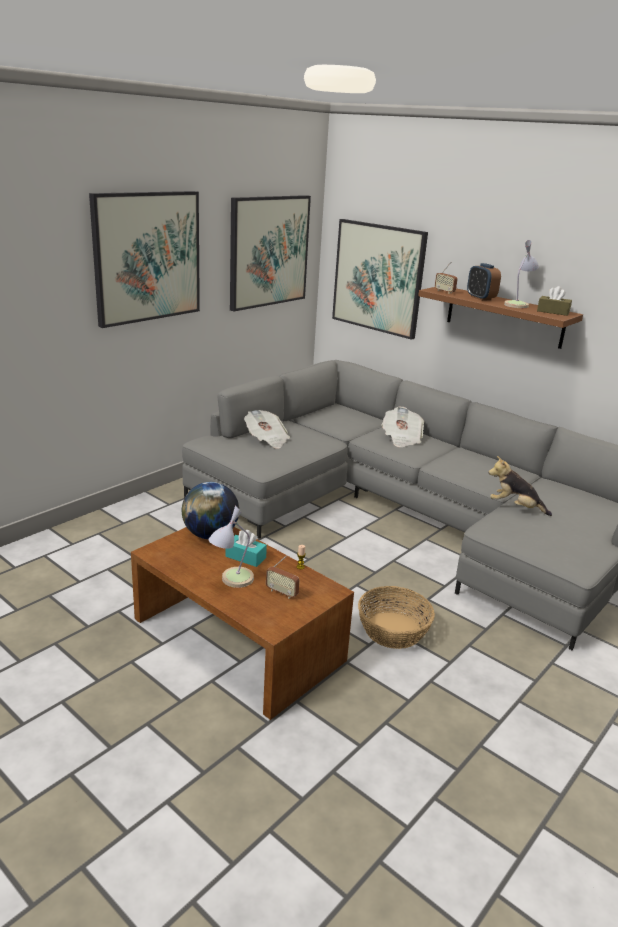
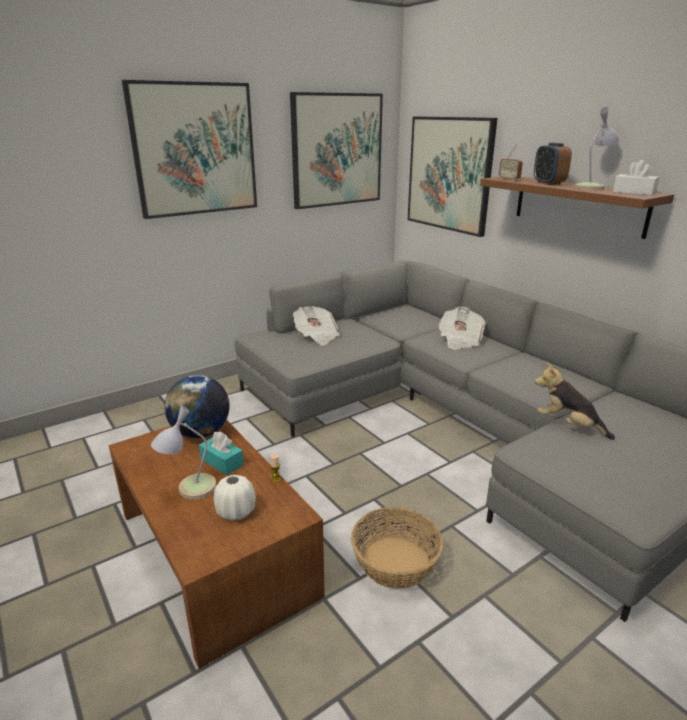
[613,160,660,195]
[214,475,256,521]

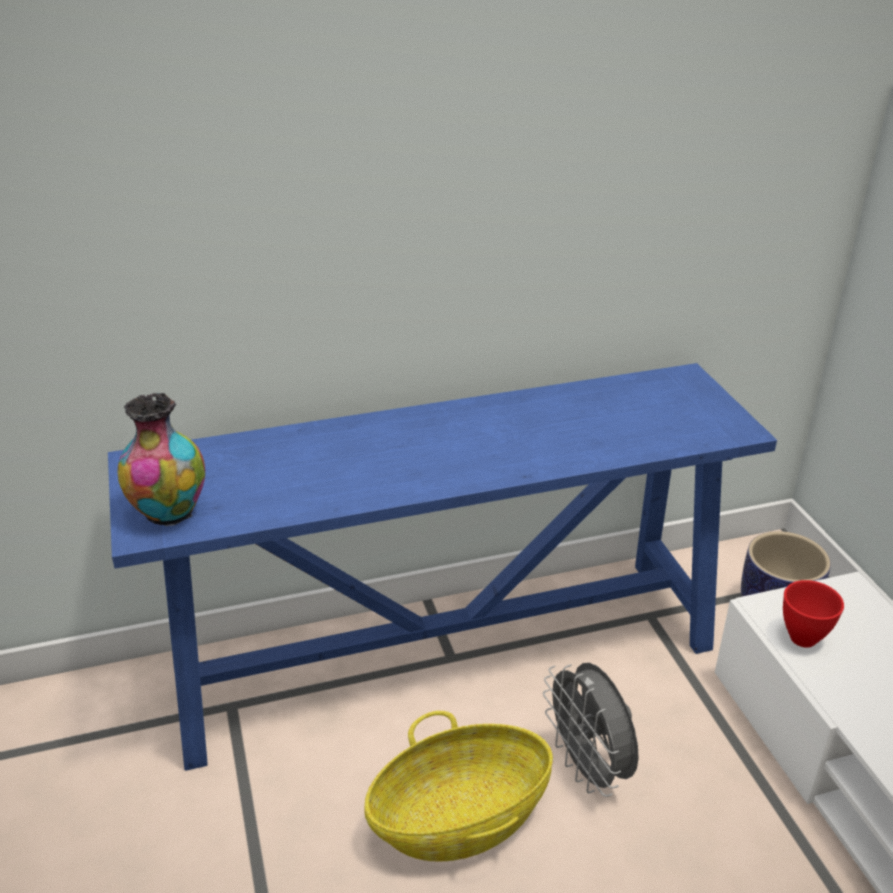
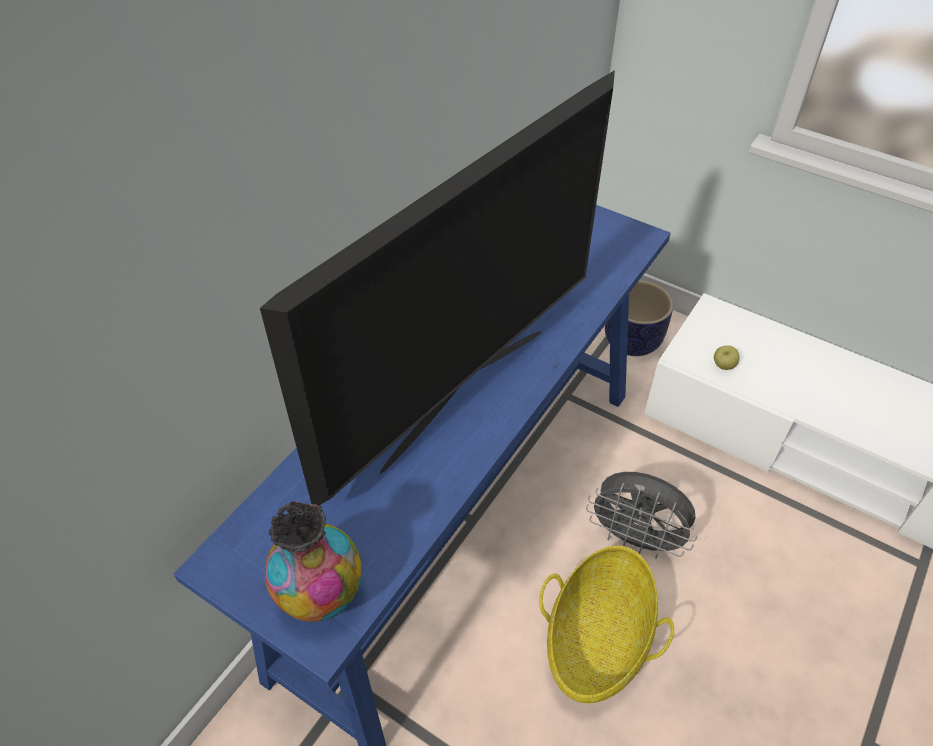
[714,346,739,370]
[260,70,615,505]

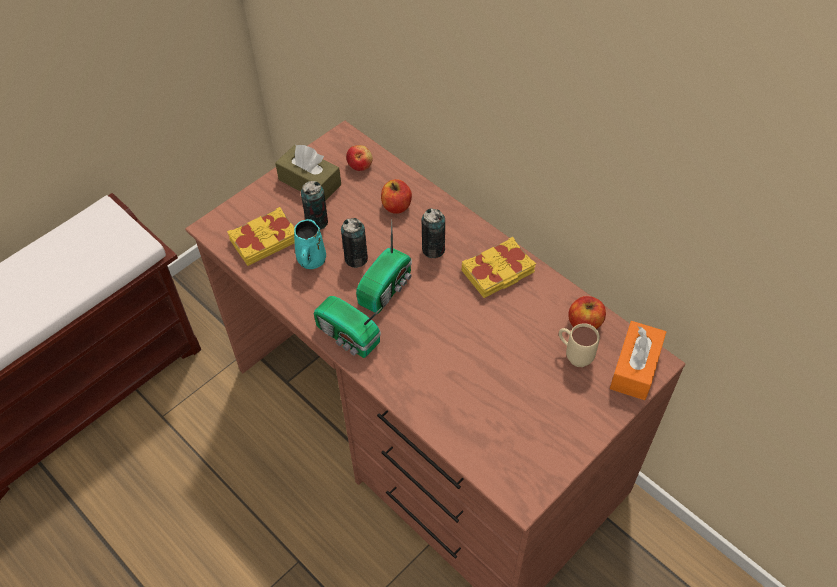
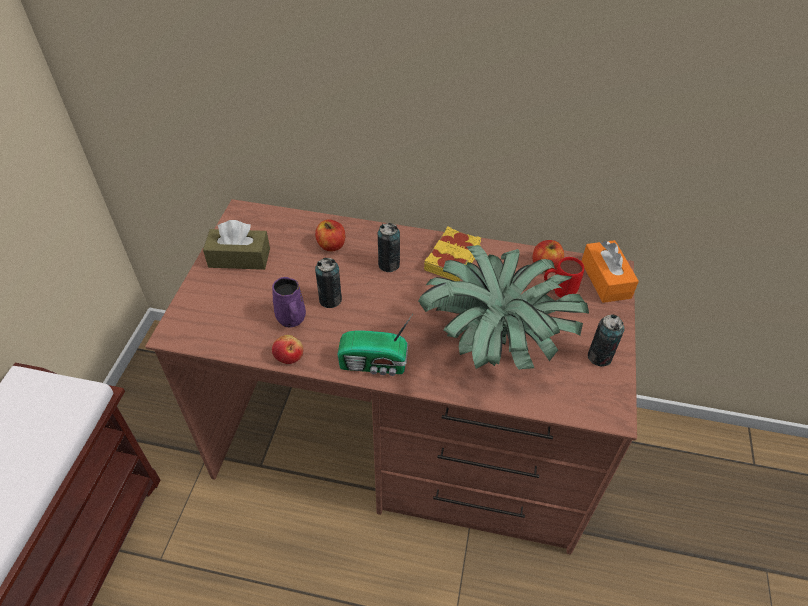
[272,335,303,364]
[588,314,625,367]
[227,207,295,266] (first image)
[272,277,306,328]
[356,219,412,314] (first image)
[544,257,584,298]
[418,245,589,370]

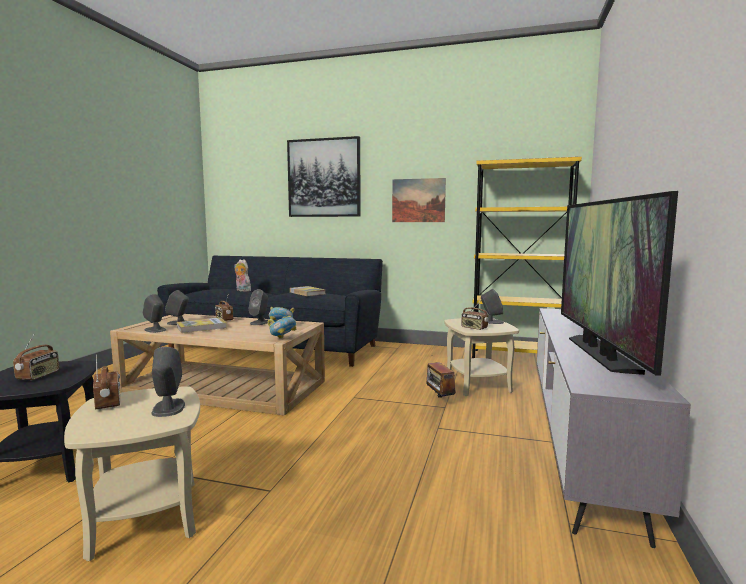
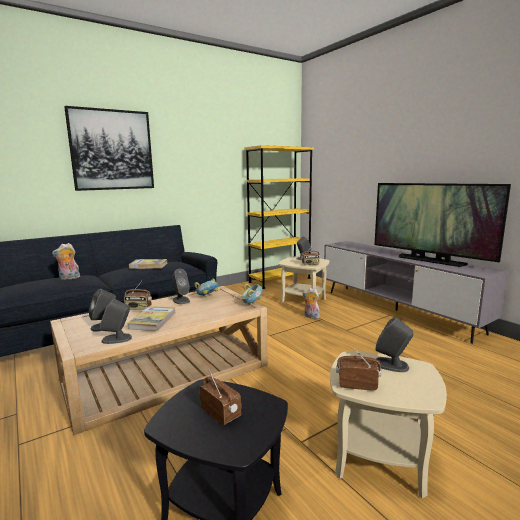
[392,178,446,222] (first image)
[302,288,320,319]

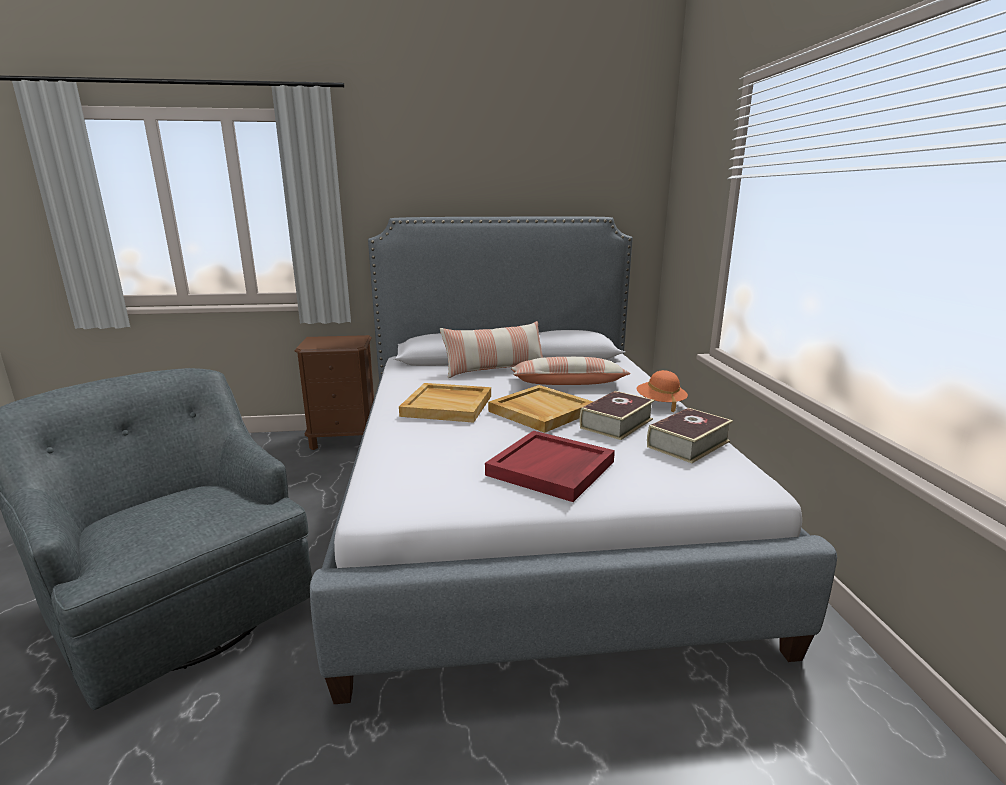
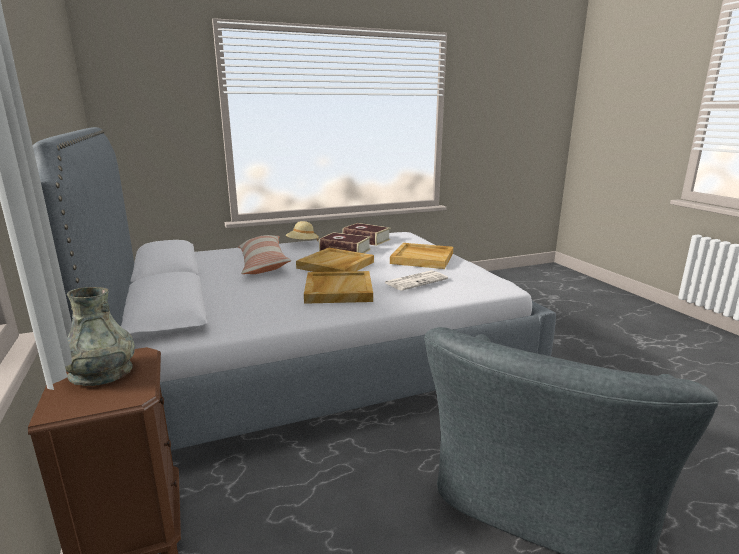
[440,321,543,378] (first image)
[286,221,319,241]
[390,243,453,269]
[385,270,448,291]
[65,287,135,386]

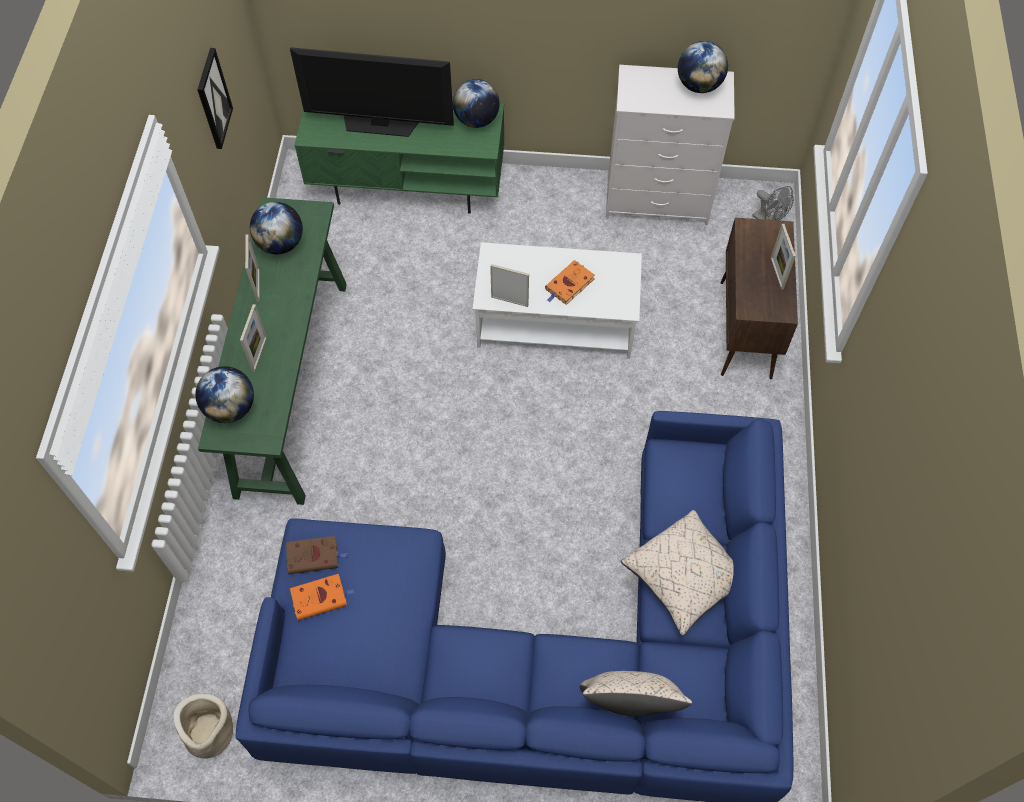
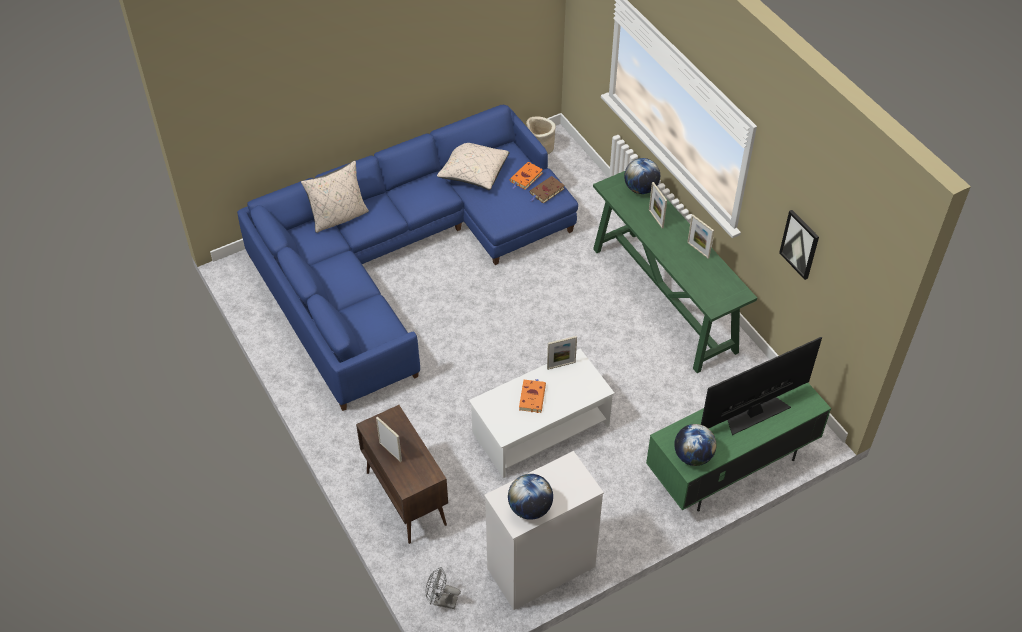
[250,202,303,254] (first image)
[437,143,510,190]

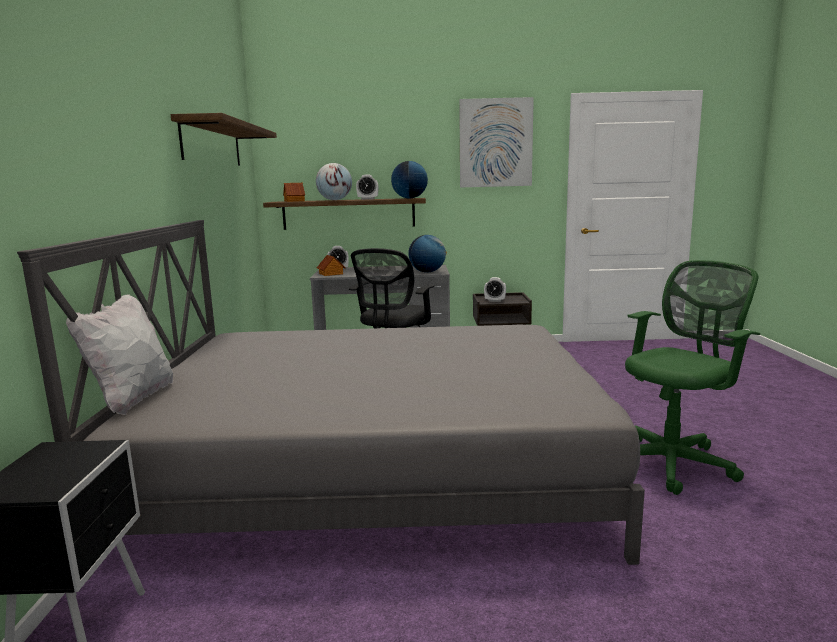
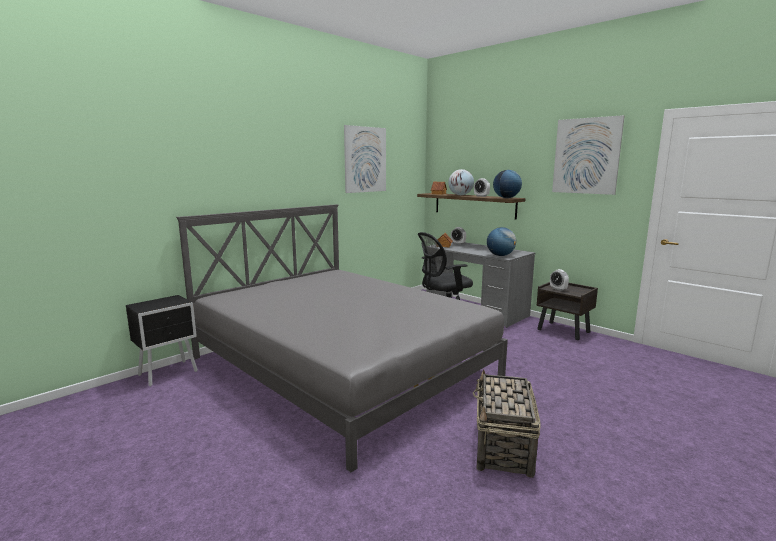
[344,125,386,193]
[473,369,541,478]
[66,294,173,415] (first image)

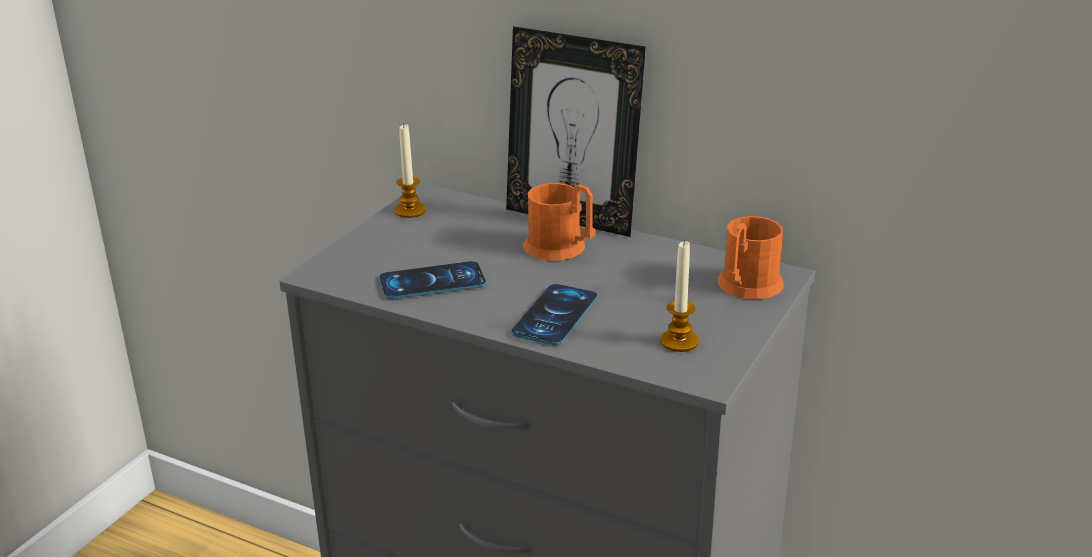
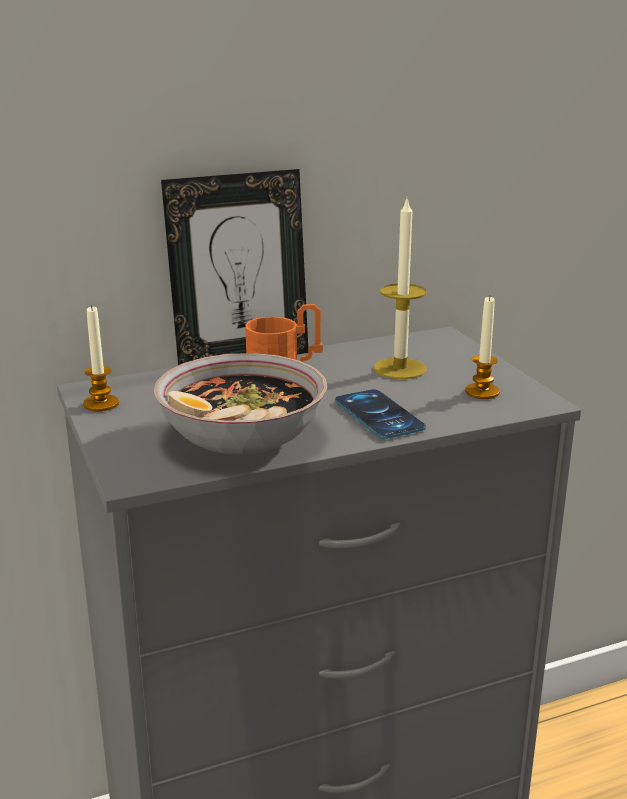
[717,216,784,299] (first image)
[153,353,328,455]
[374,196,427,379]

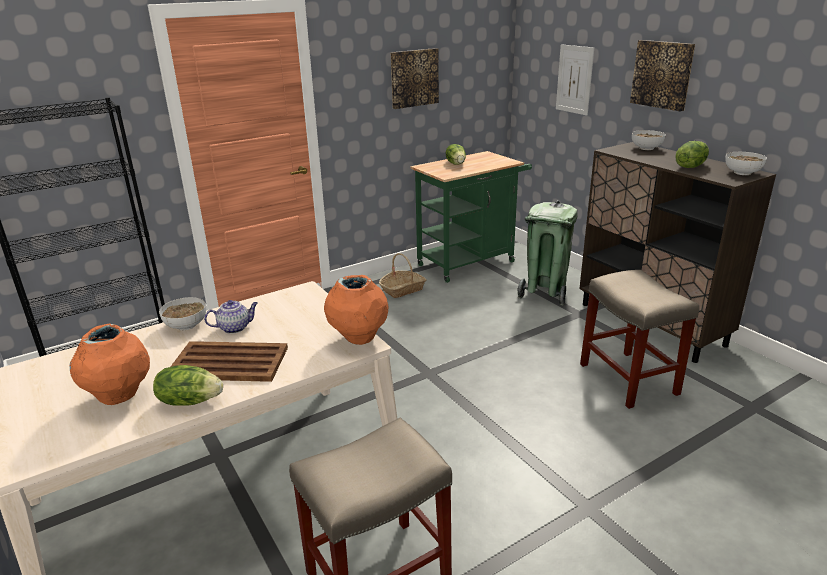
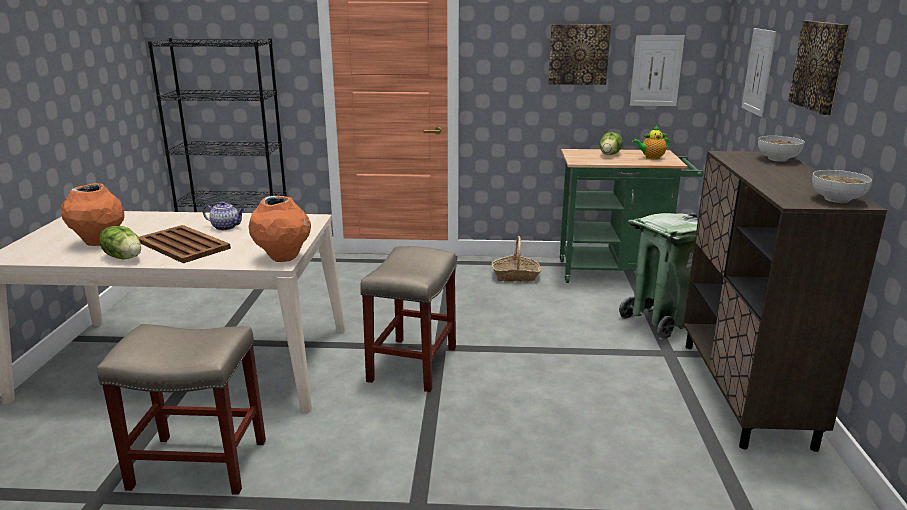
[675,141,709,168] (first image)
[360,246,457,392]
[159,297,206,330] (first image)
[630,35,685,106]
[632,126,670,160]

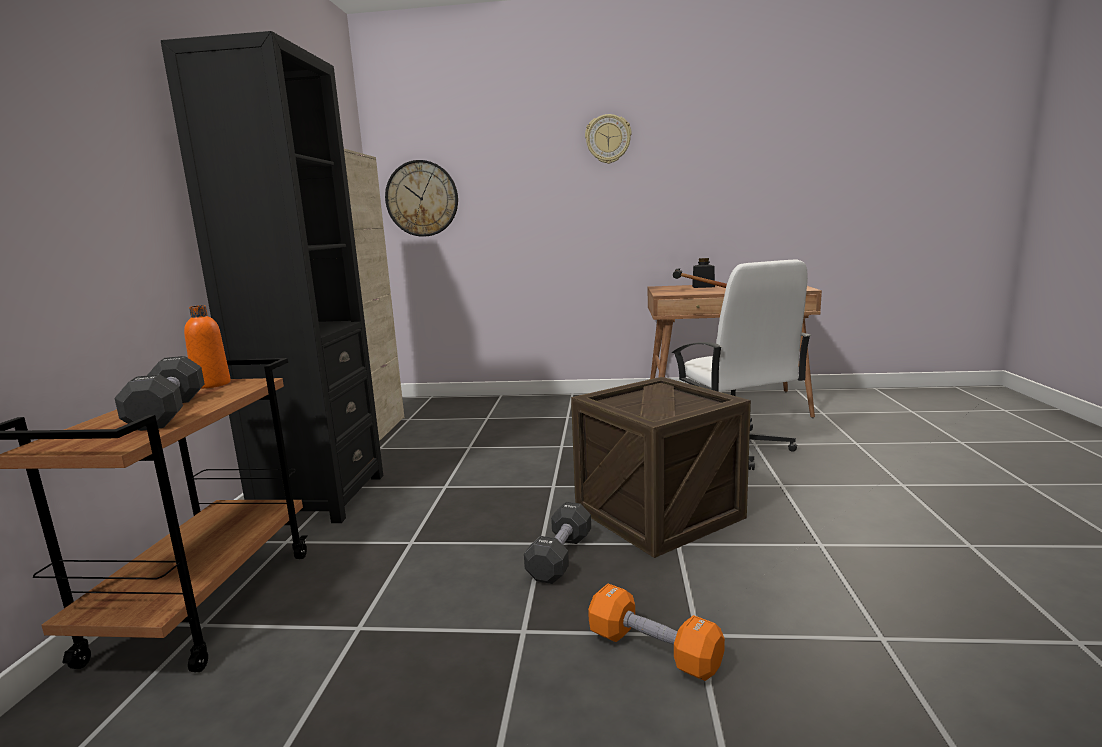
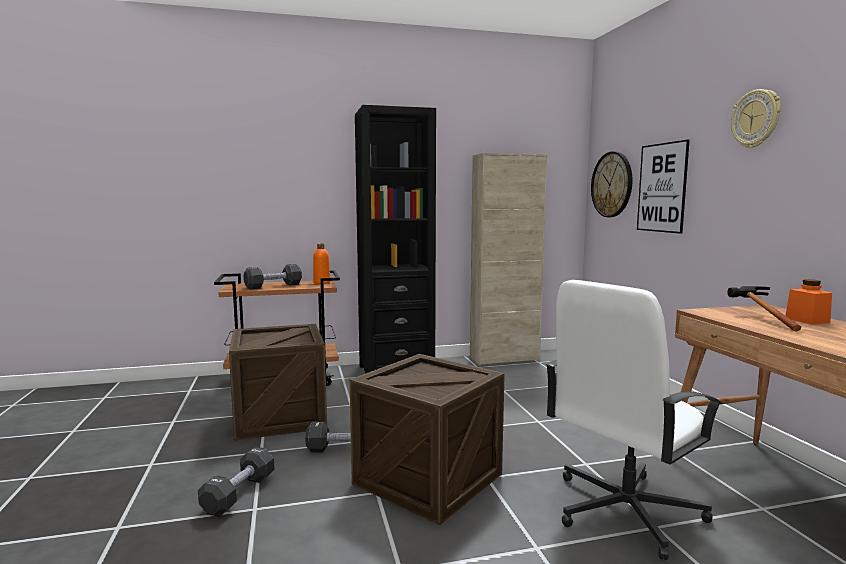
[785,279,832,324]
[198,447,274,517]
[637,139,690,234]
[229,324,327,441]

